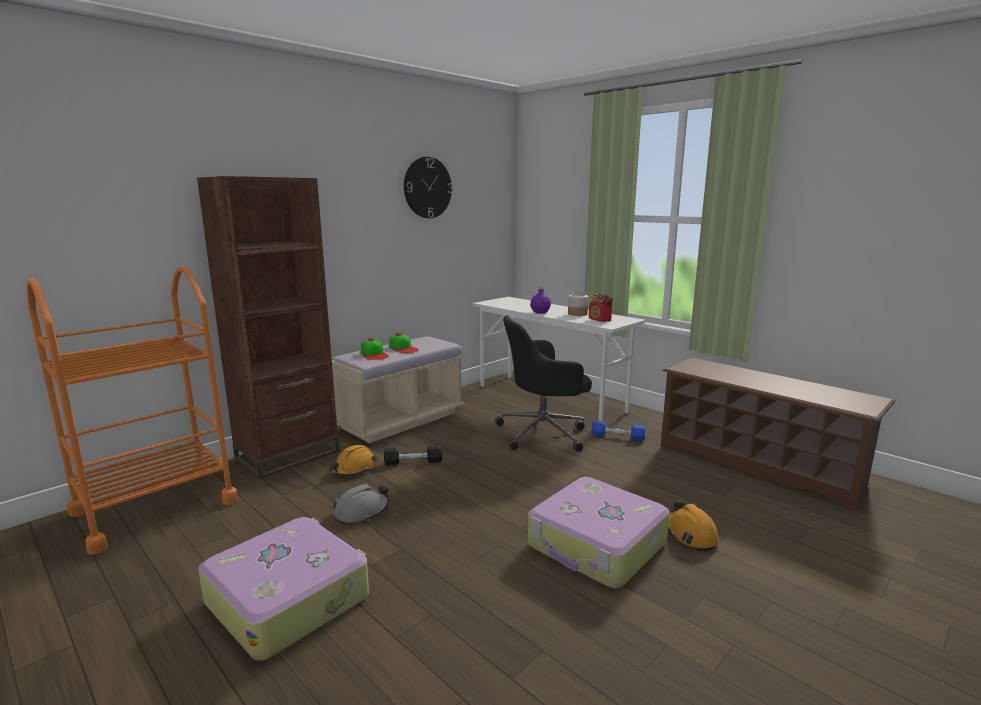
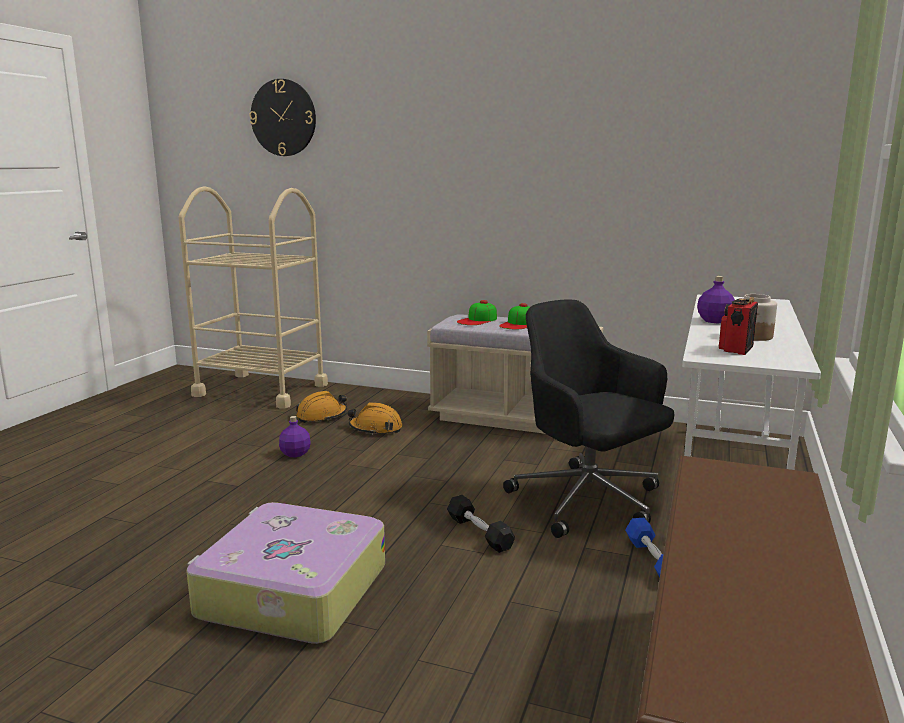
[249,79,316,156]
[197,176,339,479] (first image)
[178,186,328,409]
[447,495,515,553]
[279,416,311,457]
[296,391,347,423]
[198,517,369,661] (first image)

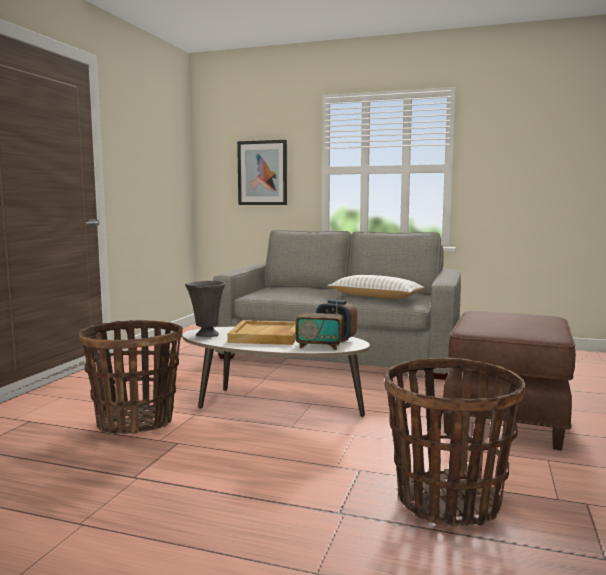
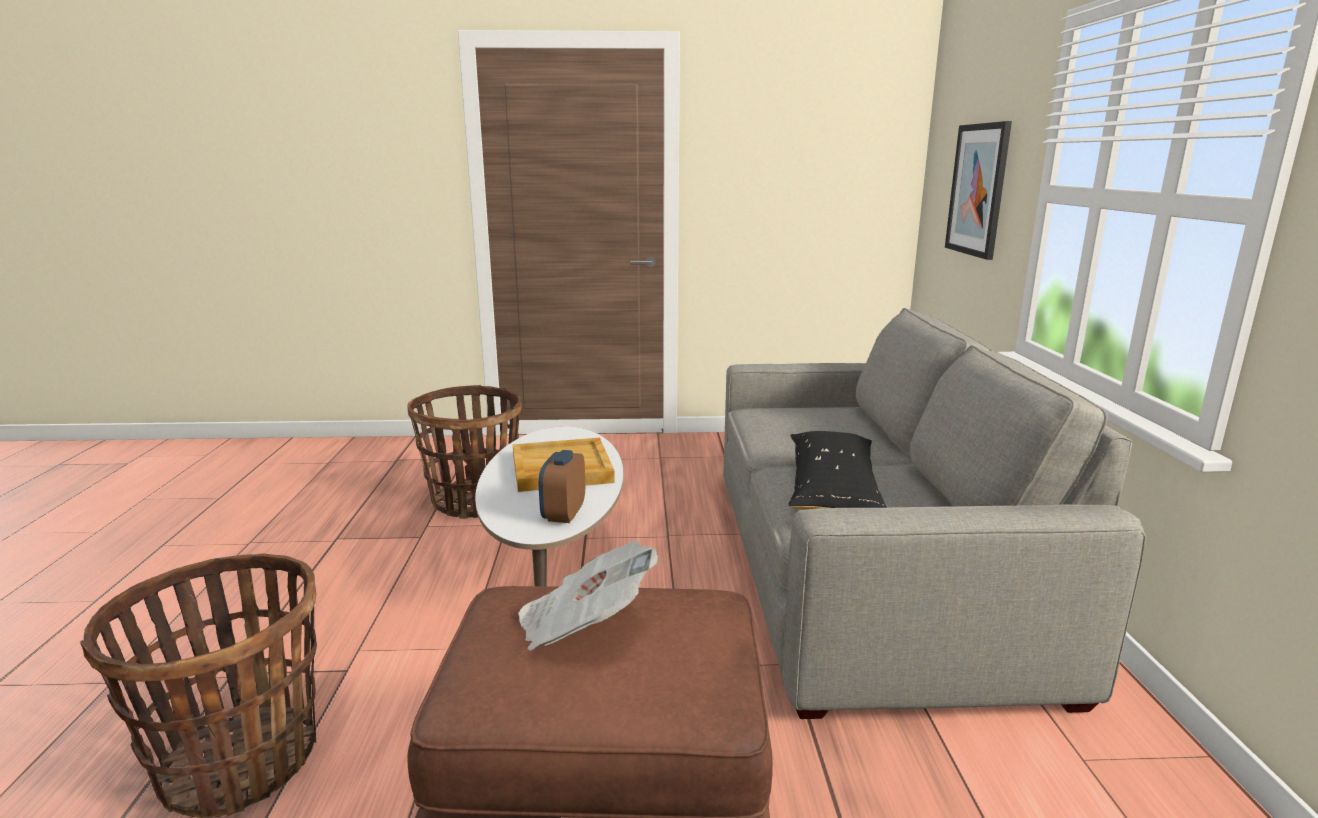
[788,431,887,510]
[185,281,225,337] (first image)
[295,289,344,350] (first image)
[518,541,658,651]

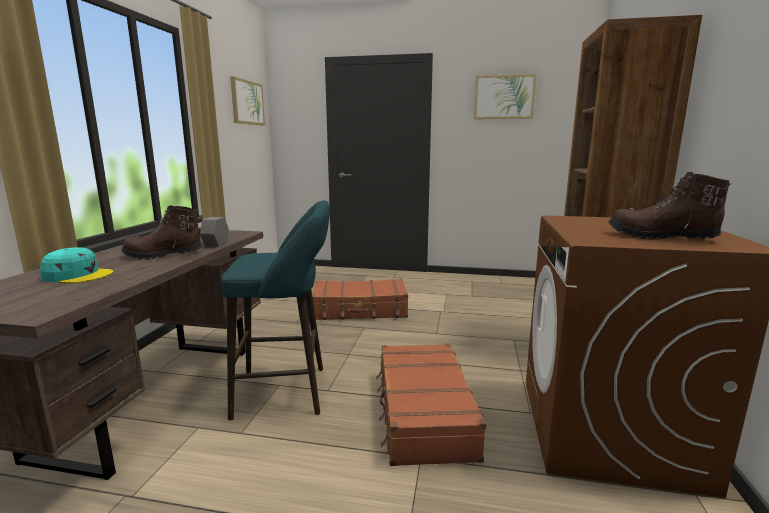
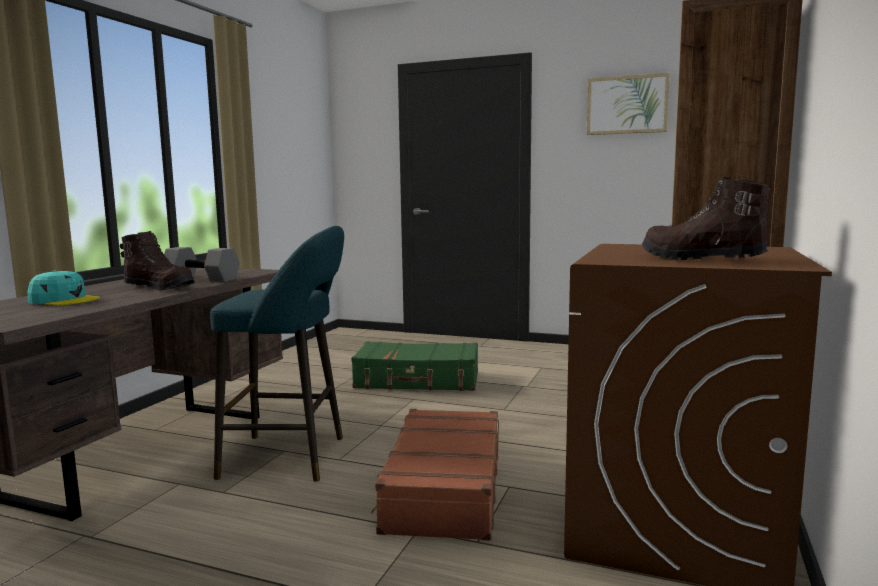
[230,76,265,125] (first image)
[120,231,194,290]
[351,341,478,391]

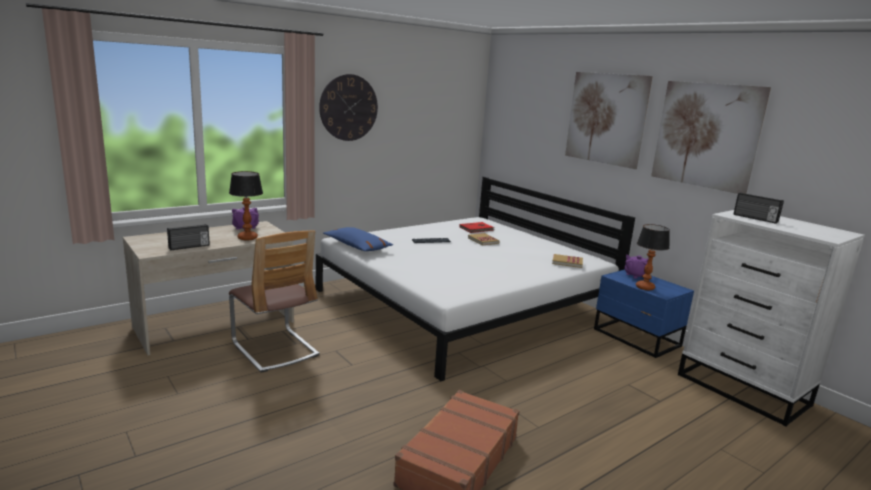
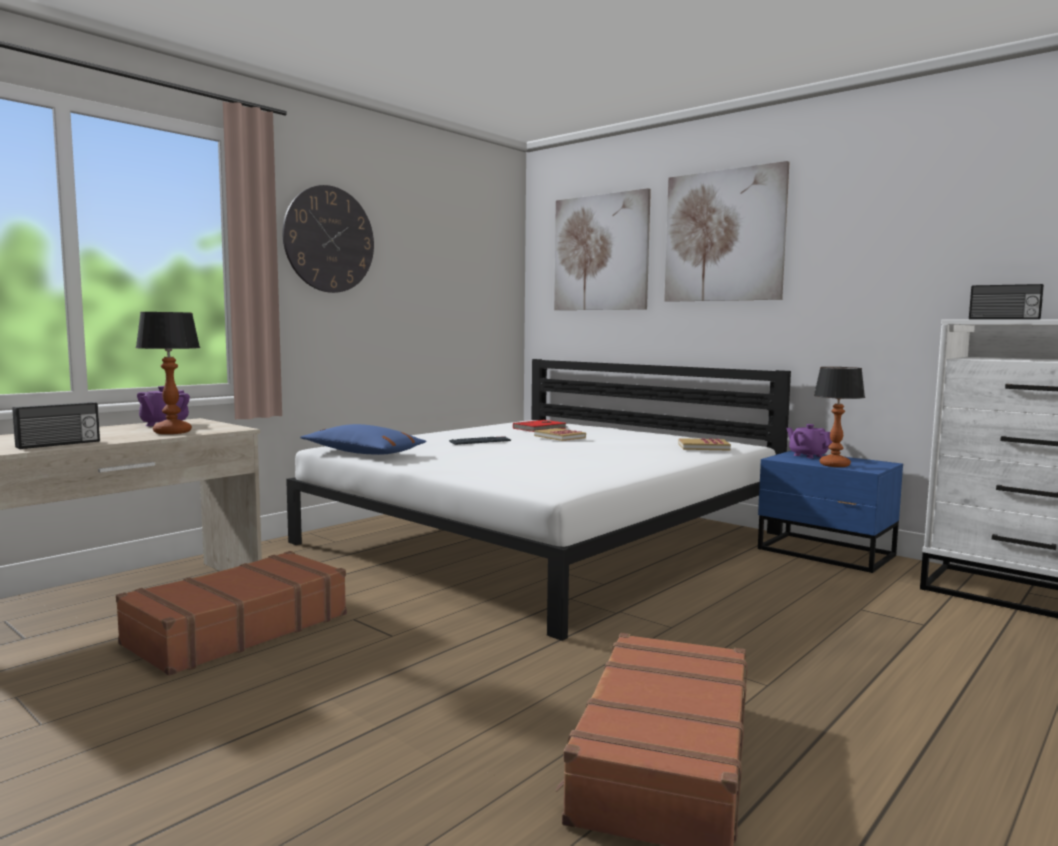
[554,188,651,310]
[116,551,347,676]

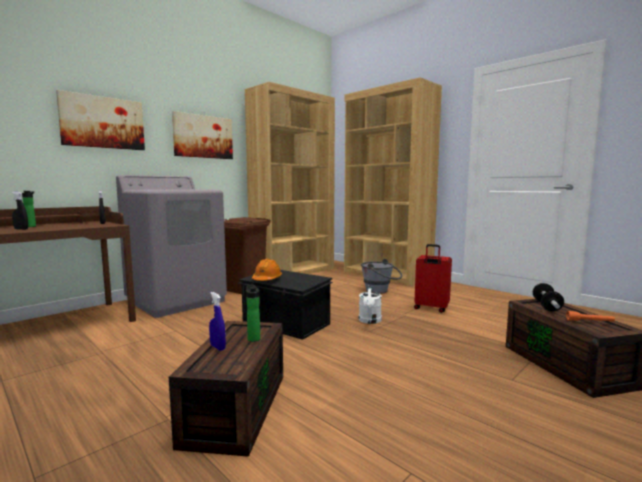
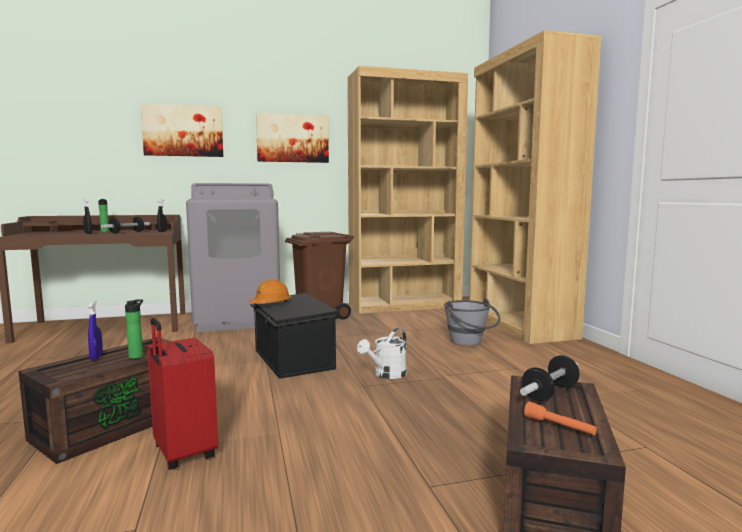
[147,318,218,470]
[101,217,150,234]

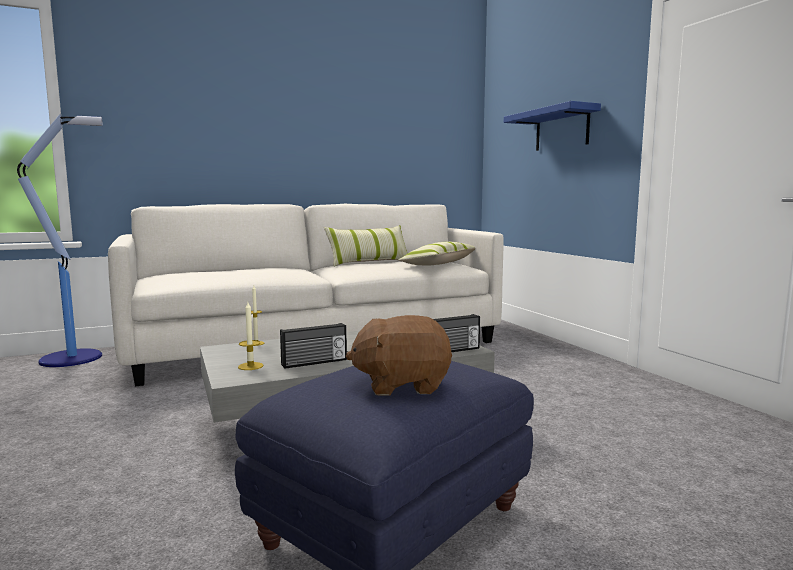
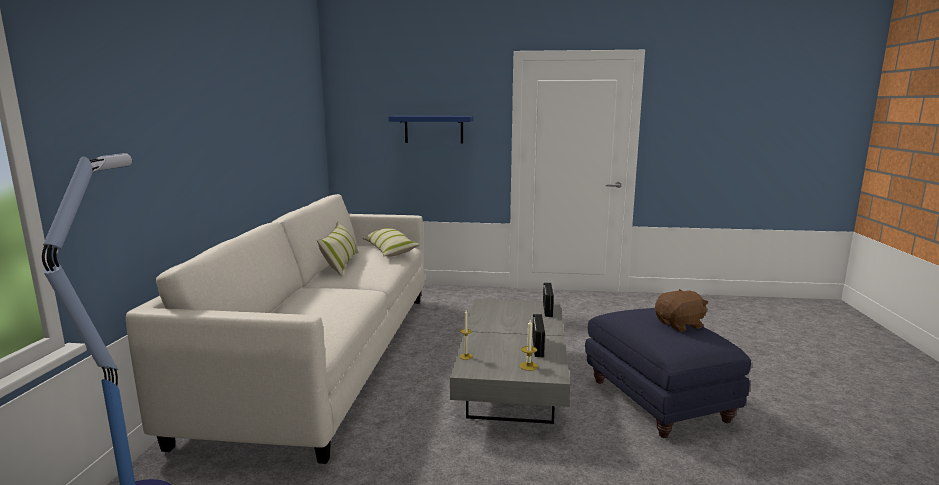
[655,289,708,332]

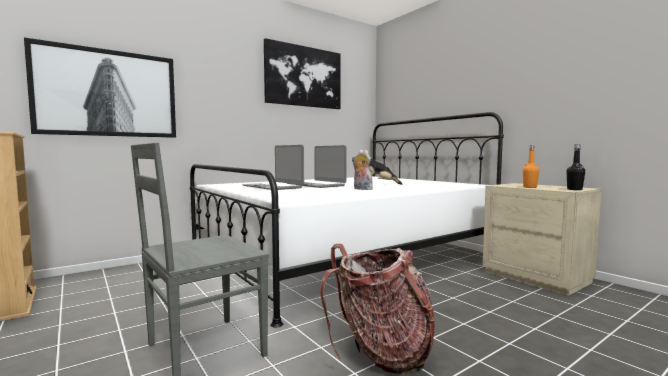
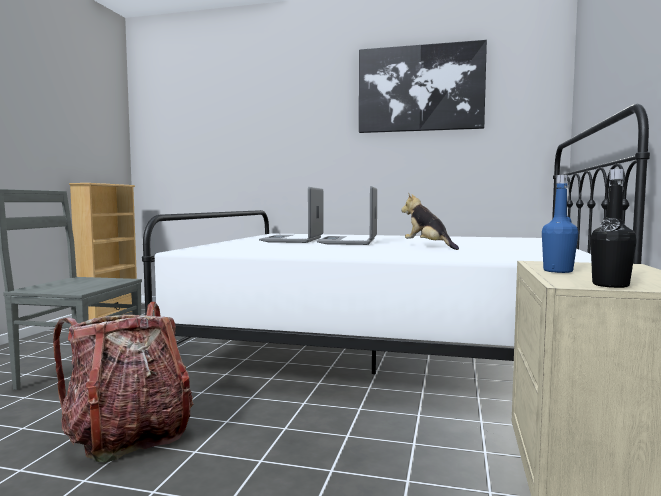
[24,37,176,138] (first image)
[542,175,578,273]
[352,149,374,190] (first image)

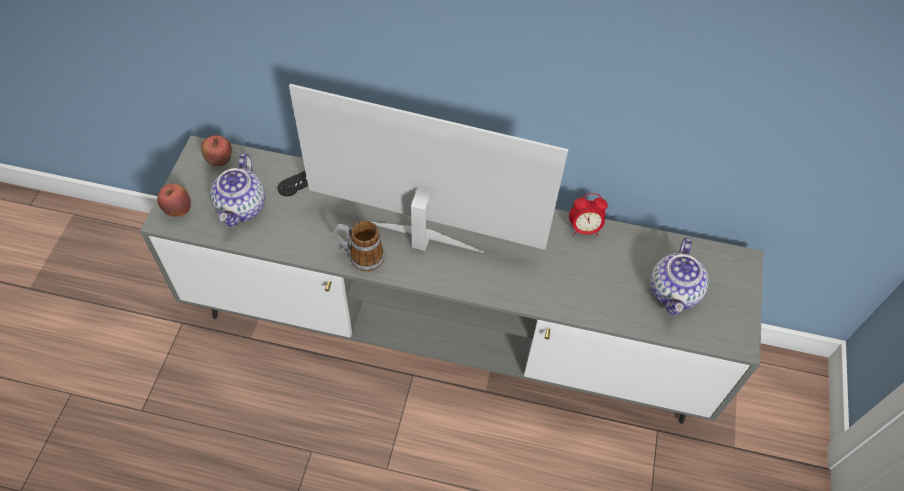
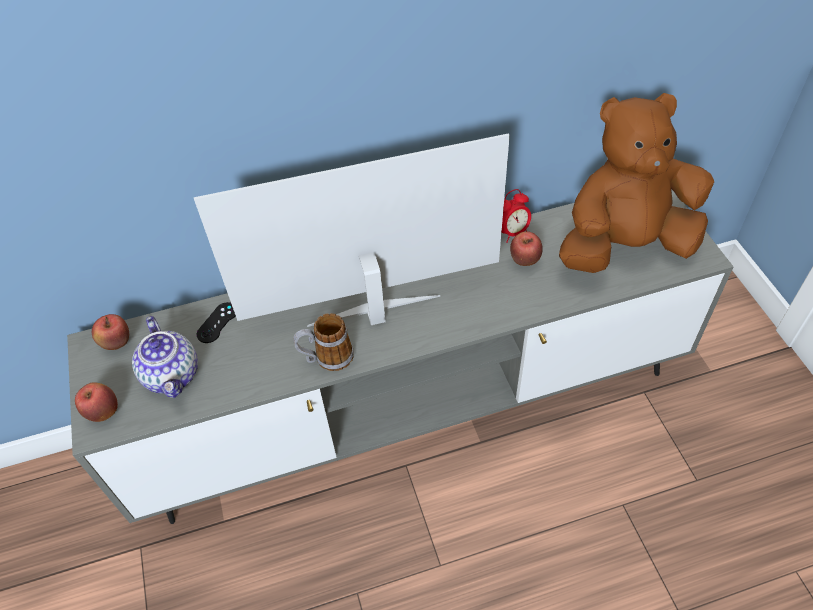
[559,93,714,273]
[510,231,543,266]

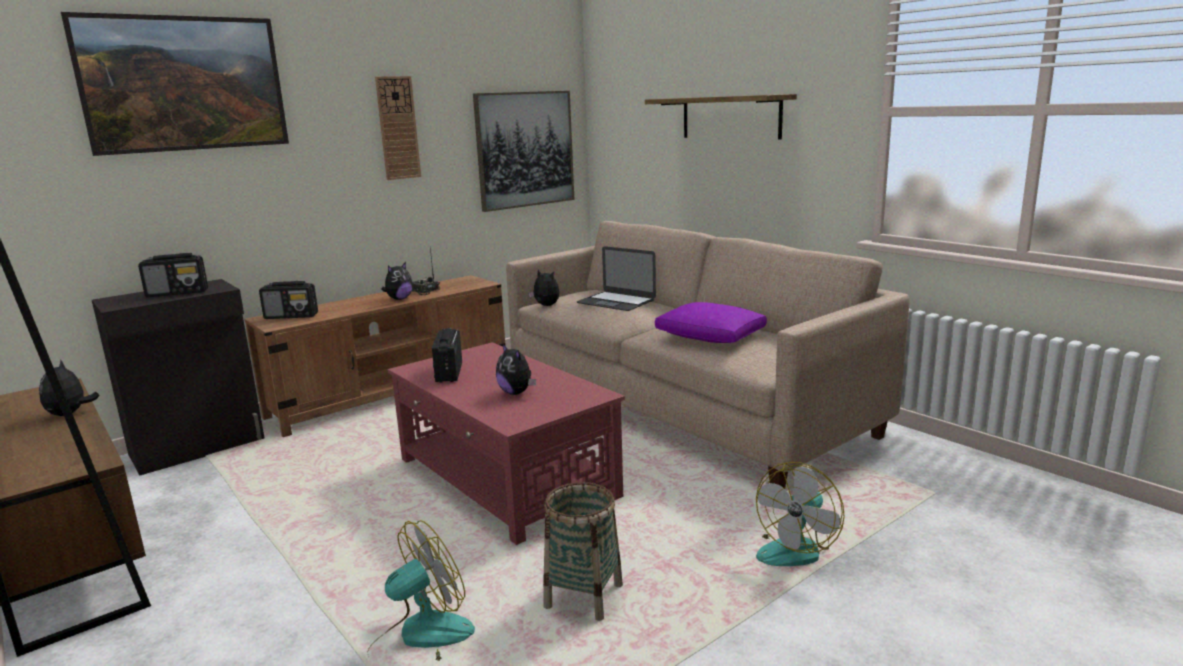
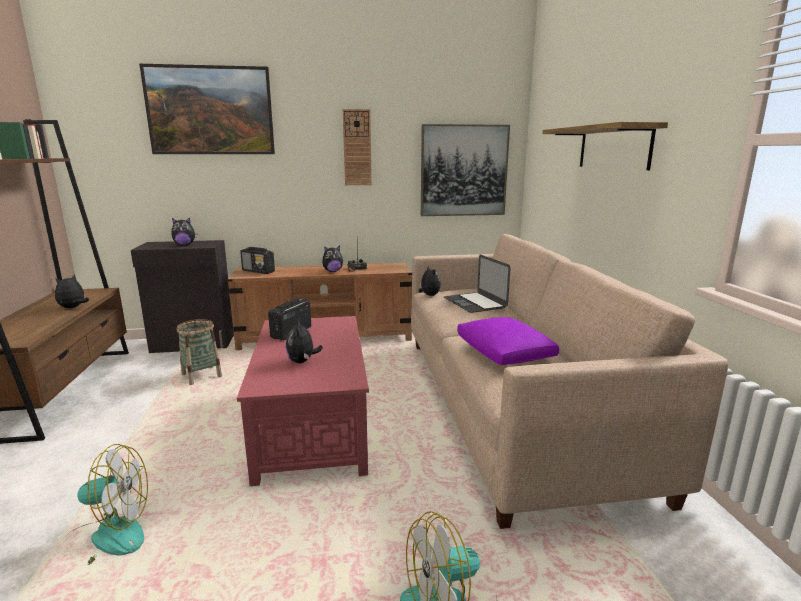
[171,218,198,245]
[176,319,222,385]

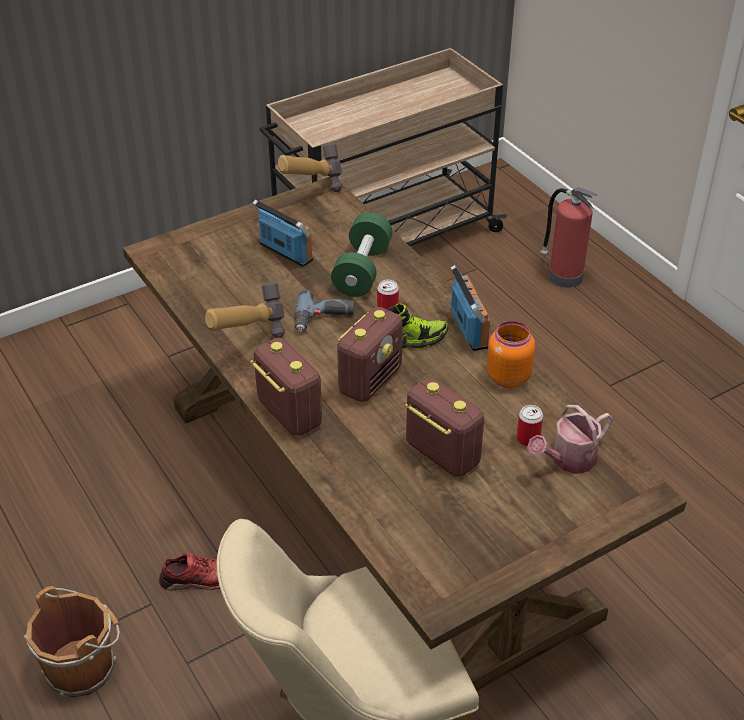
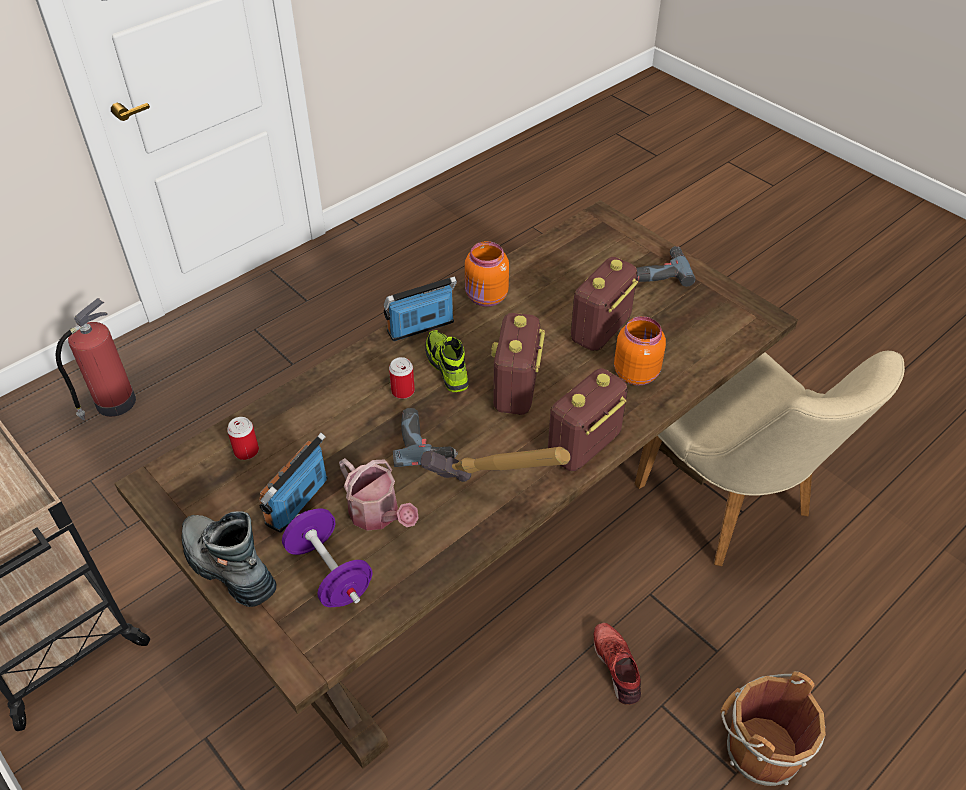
[278,143,342,192] (first image)
[331,212,392,297] (first image)
[491,313,545,415]
[227,417,259,460]
[339,458,419,531]
[636,246,695,287]
[614,316,666,385]
[282,508,372,607]
[182,511,276,607]

